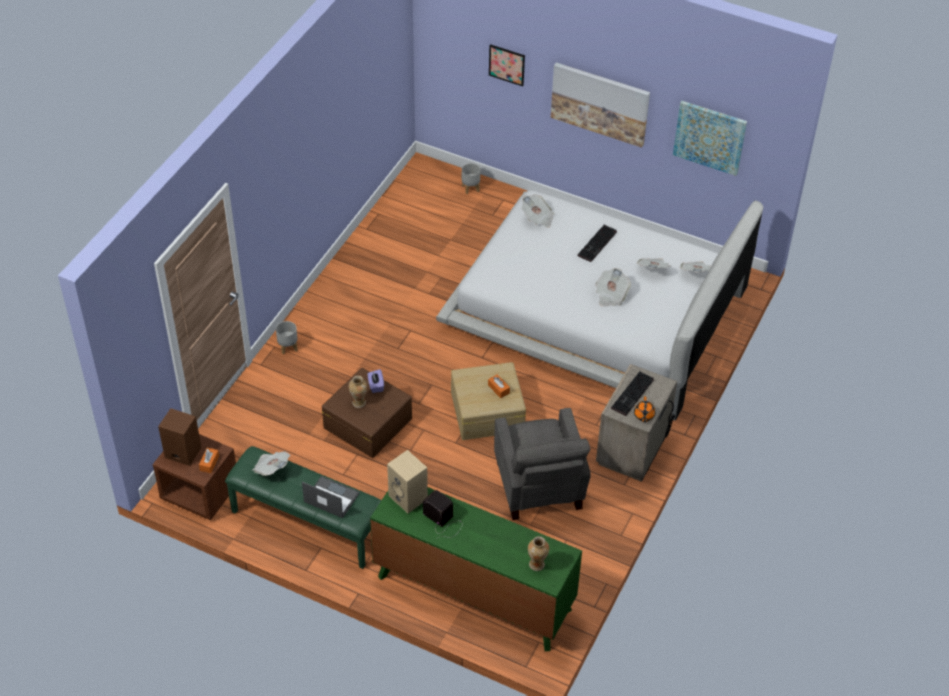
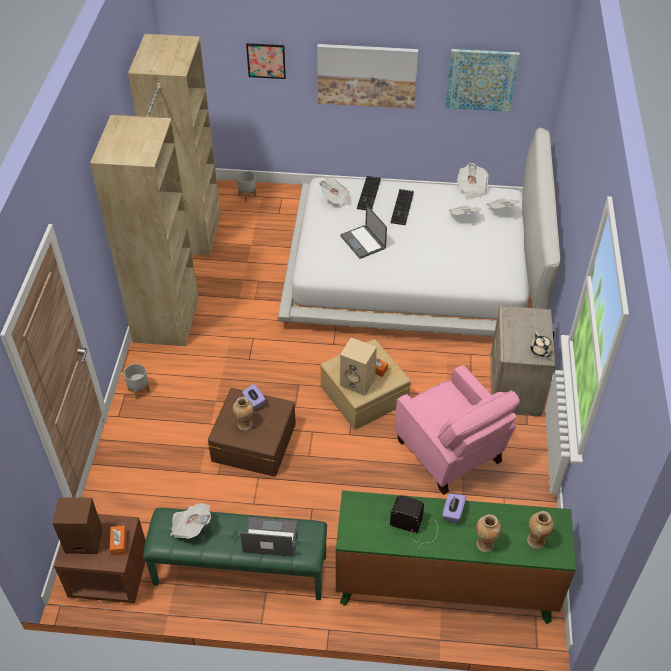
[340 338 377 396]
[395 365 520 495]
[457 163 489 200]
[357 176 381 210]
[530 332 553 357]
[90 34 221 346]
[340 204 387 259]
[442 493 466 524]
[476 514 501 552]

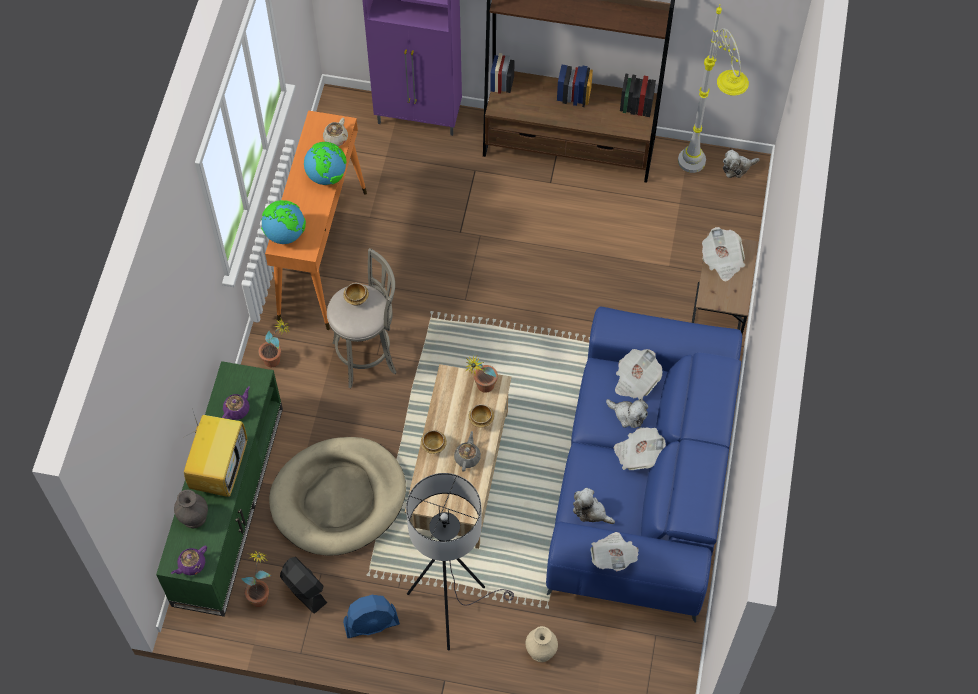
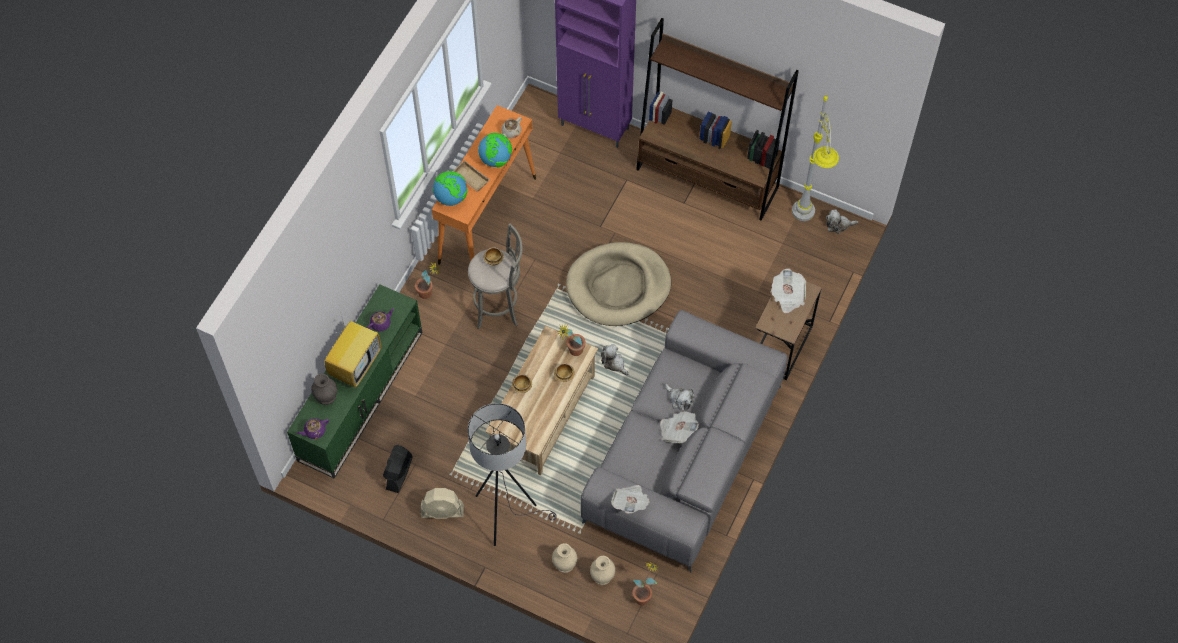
[632 561 659 605]
[566 242 671 326]
[383 445 413 493]
[421 488 464 519]
[454 431 481 472] (first image)
[580 310 787 573]
[601 344 628 376]
[615 349 662 399] (first image)
[453 160 490 192]
[590 556 615 585]

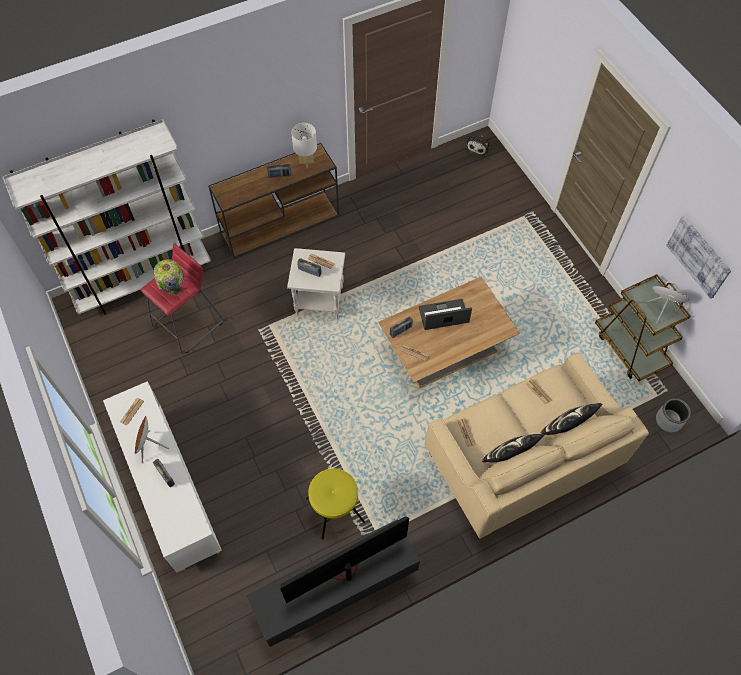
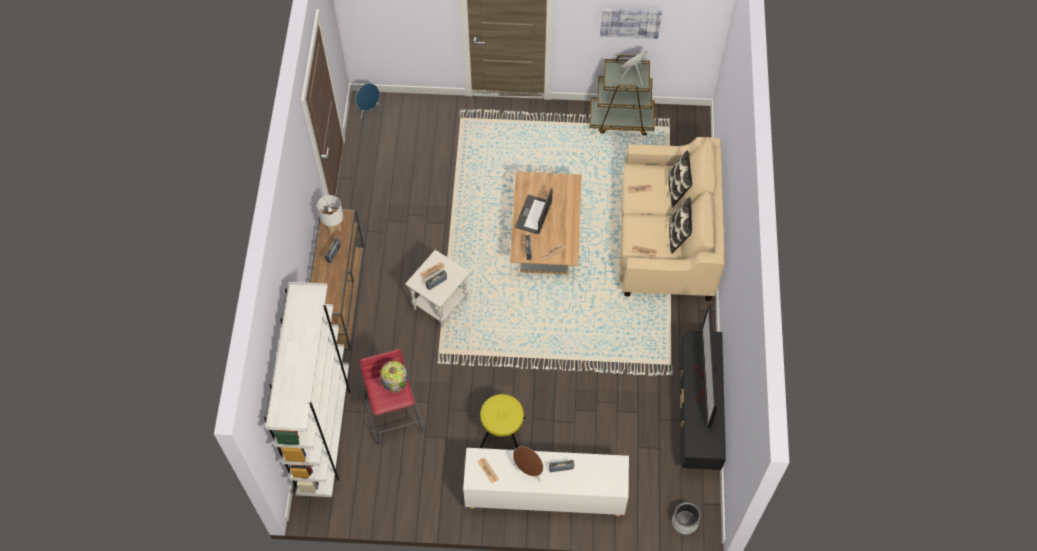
[480 394 526 448]
[355 83 380 119]
[672 502 701 534]

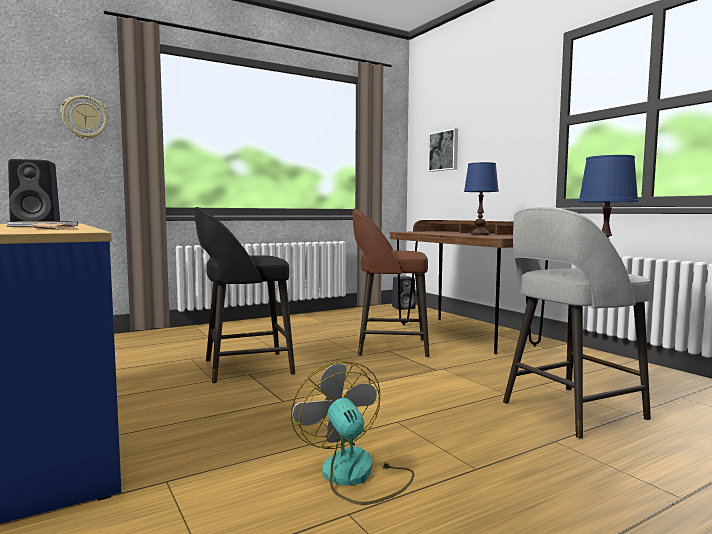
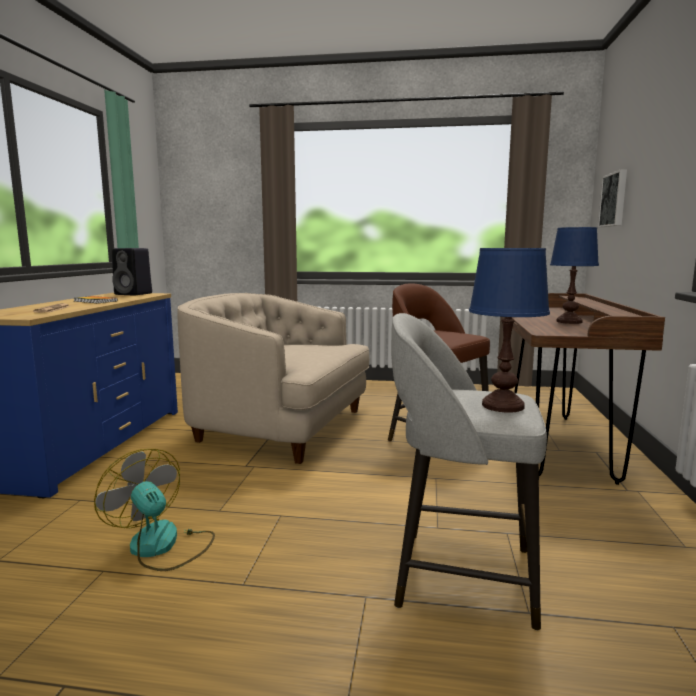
[61 96 109 140] (first image)
[177 293 369 464]
[94 449 215 571]
[392 276 415 310] (first image)

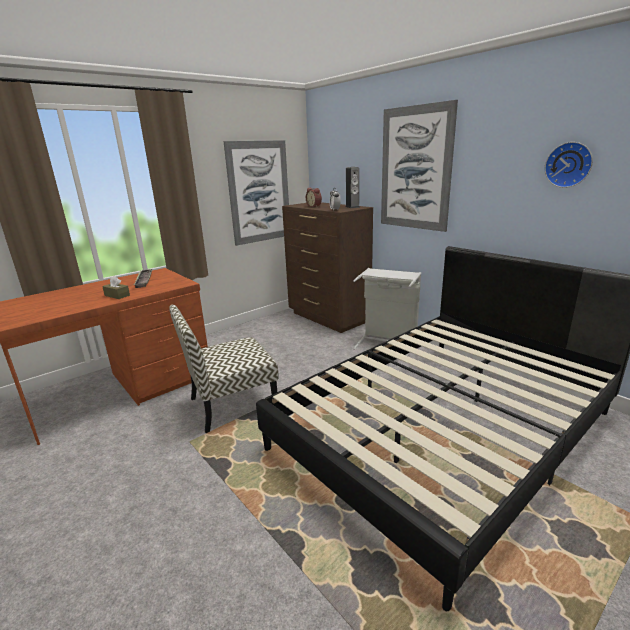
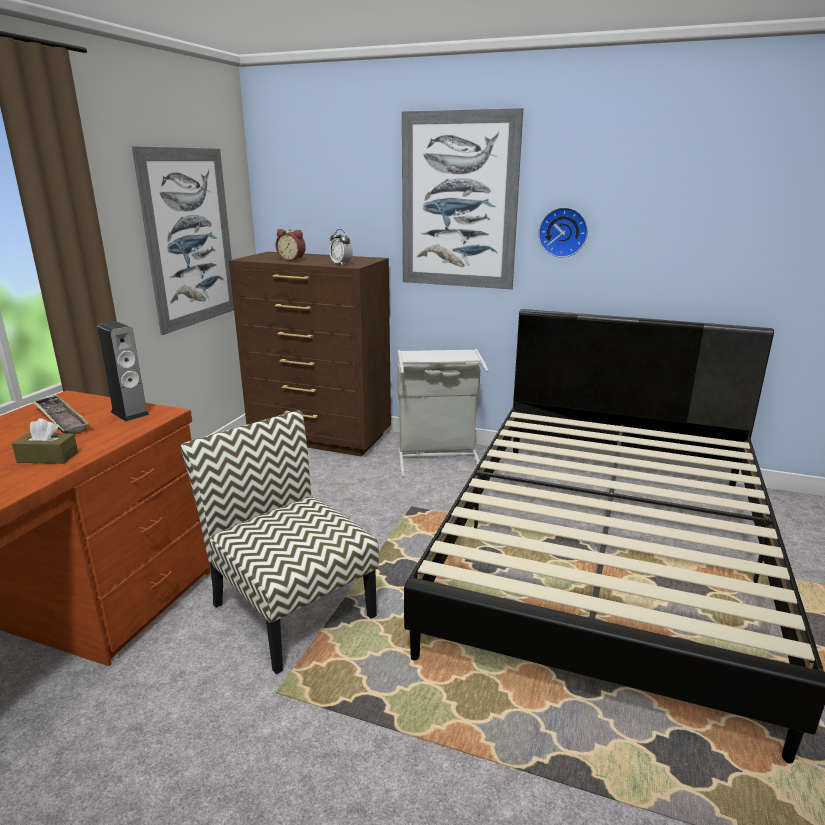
[180 411 379 674]
[97 321 150 421]
[538 207 588 258]

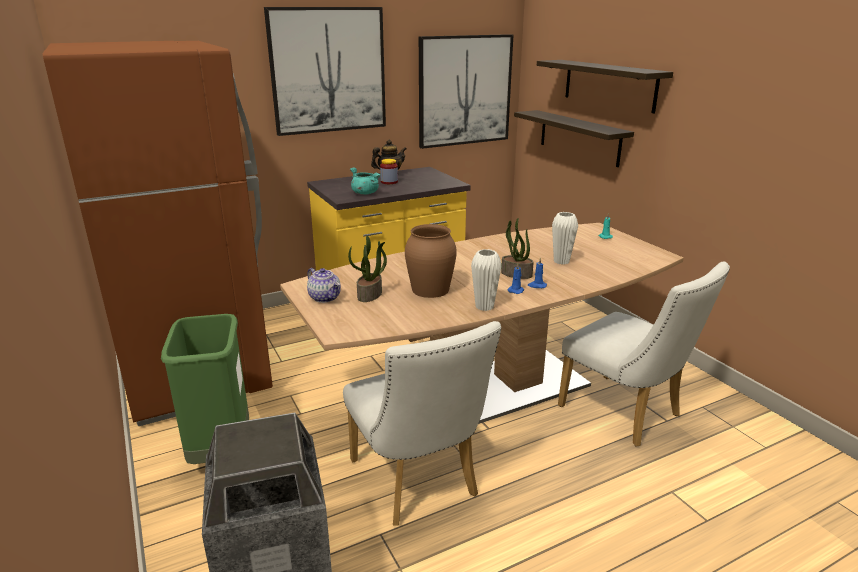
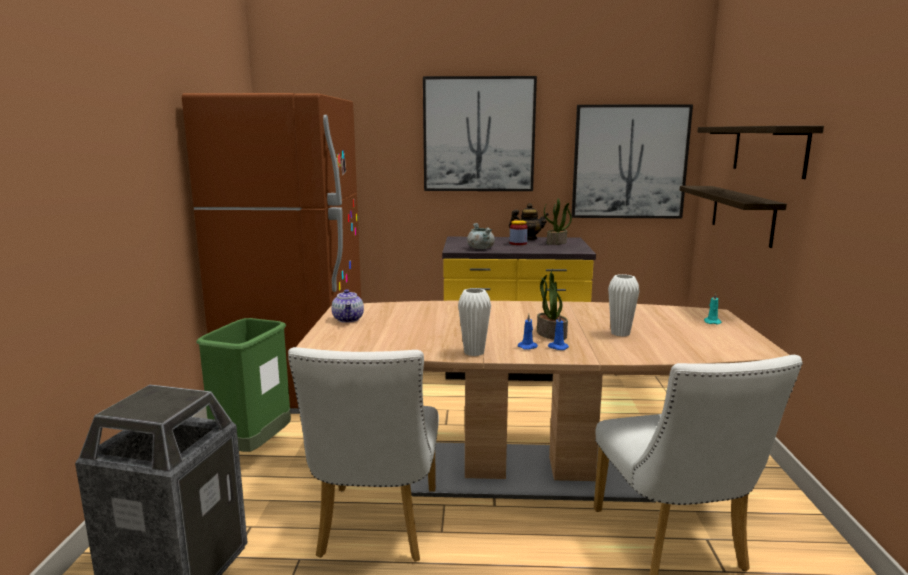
[544 198 572 245]
[467 223 495 249]
[405 224 457 298] (first image)

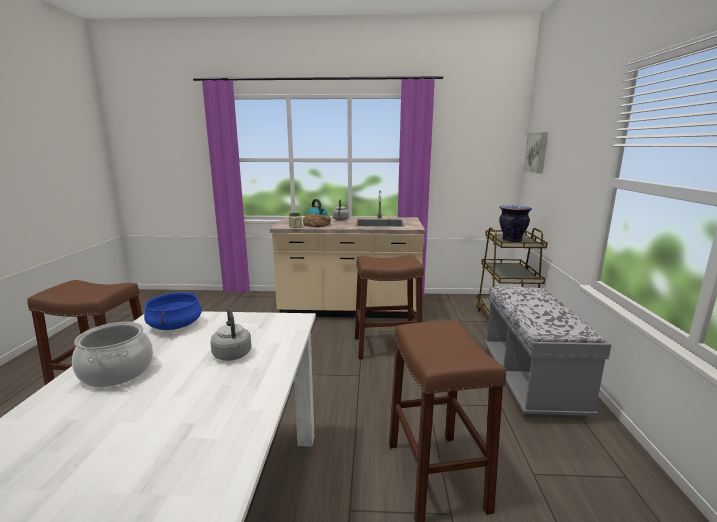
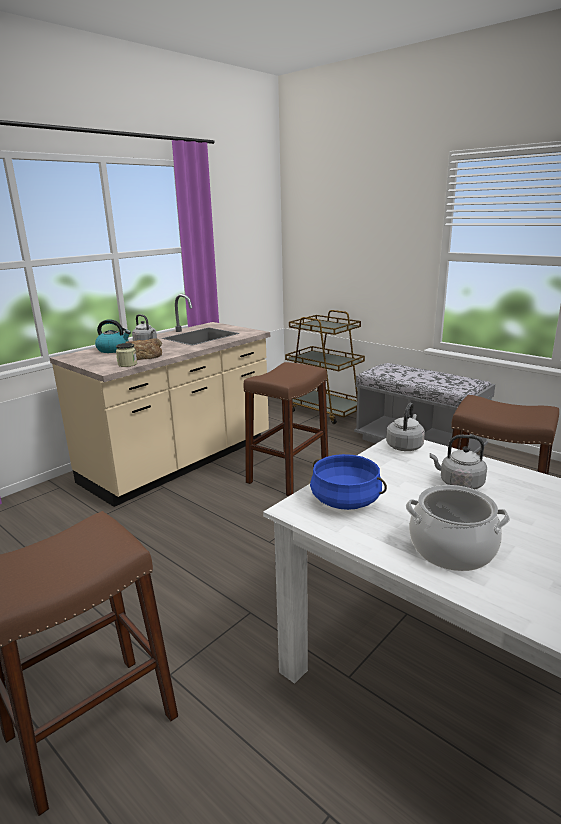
[499 205 532 242] (first image)
[524 133 548 174] (first image)
[386 403 425 451]

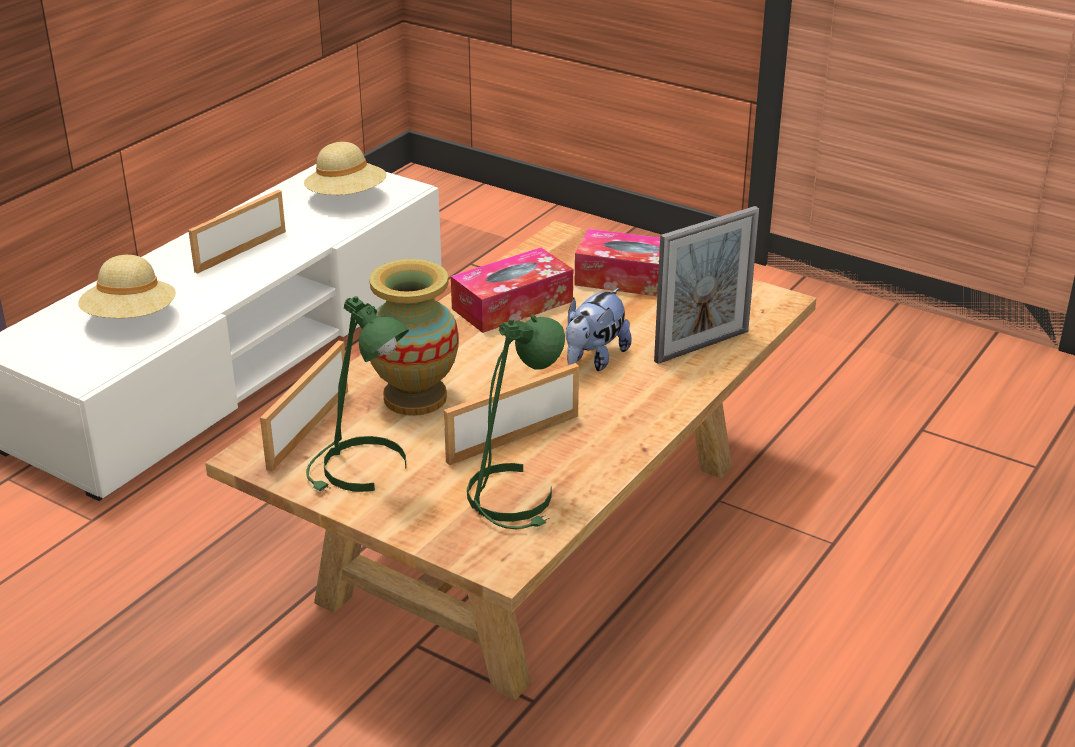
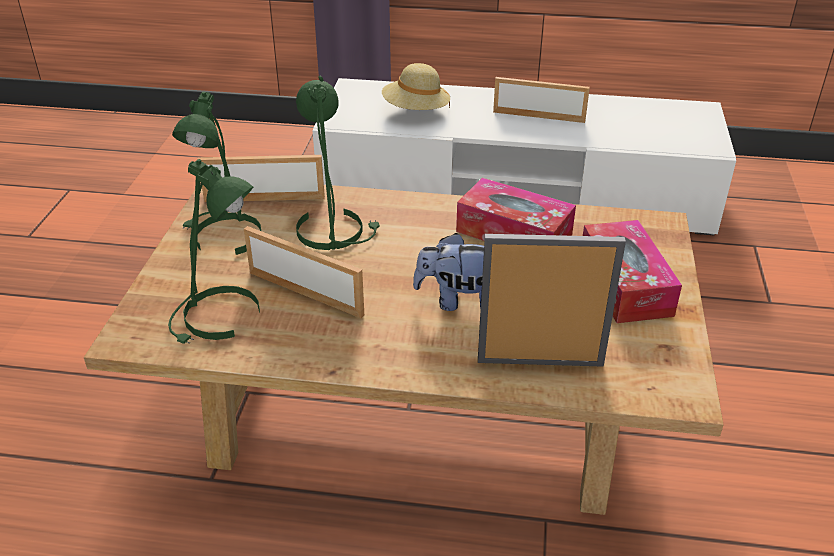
[304 142 387 195] (first image)
[296 76 380 250]
[478 234 626 367]

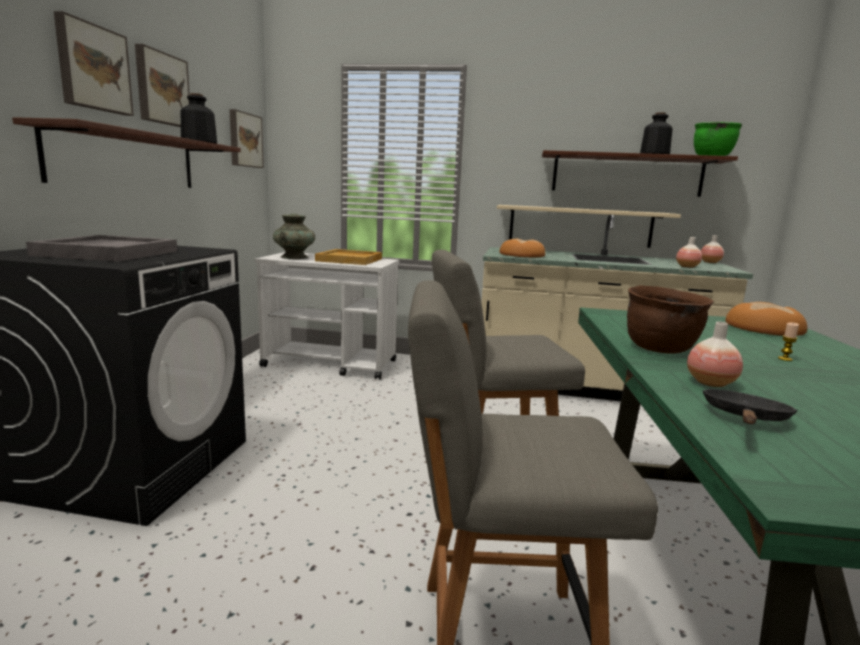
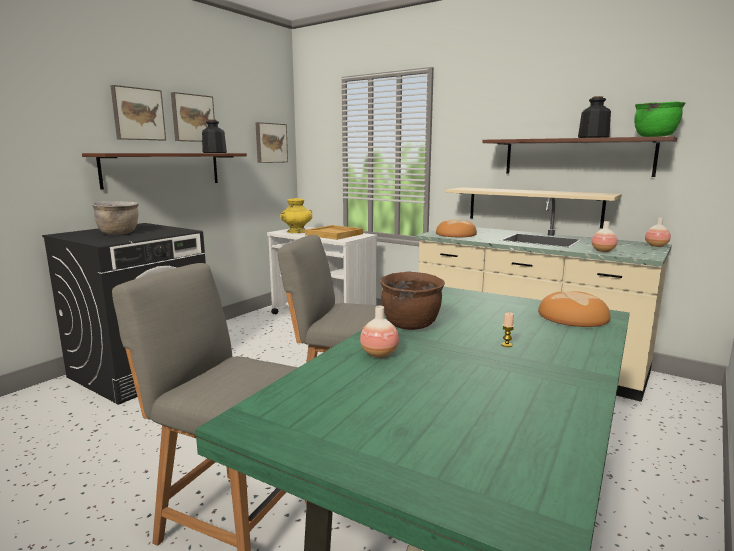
[92 201 139 235]
[280 198 312 233]
[703 389 798 424] (first image)

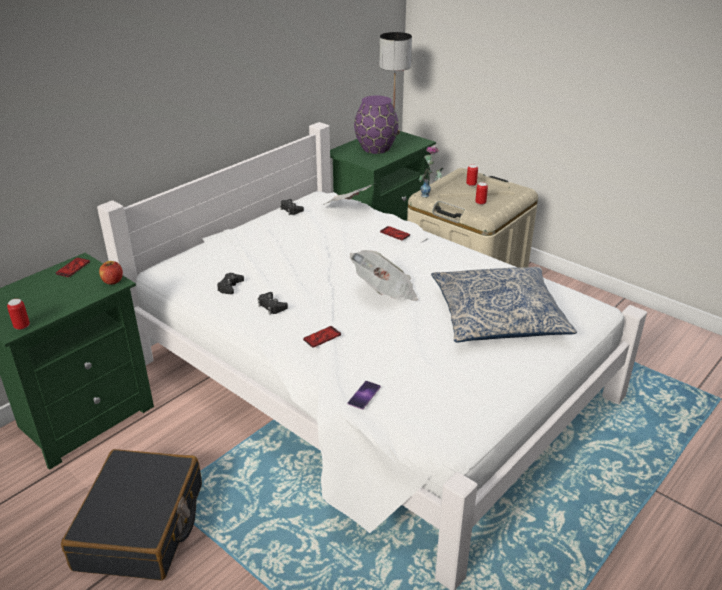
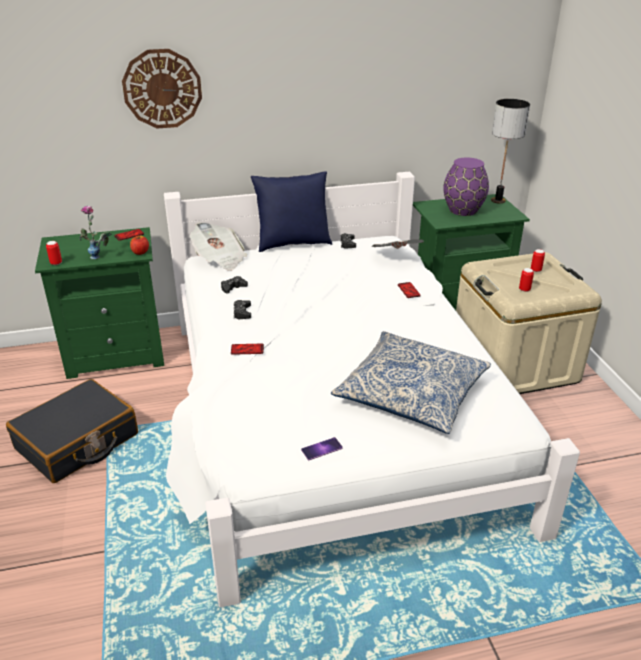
[301 437 343 460]
[189 222 247 271]
[80 206 112 260]
[122 49 202 129]
[251 171 332 252]

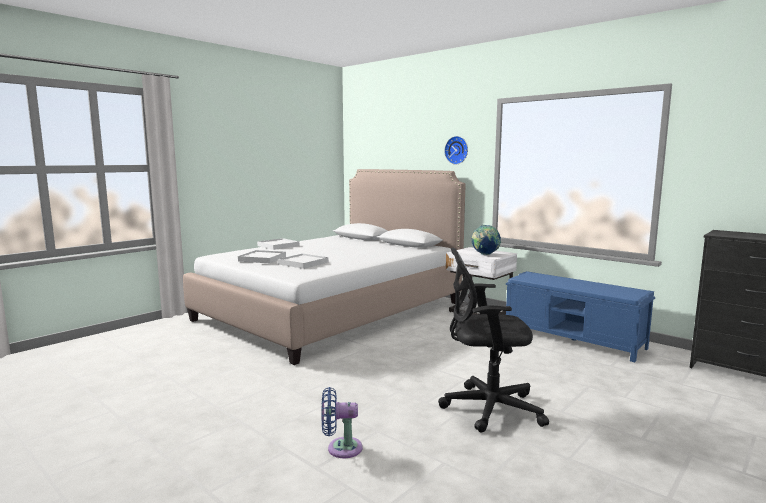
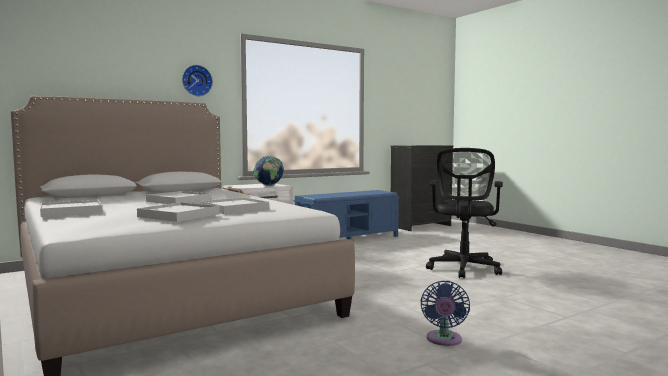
[421 281 470 346]
[146 191 211 204]

